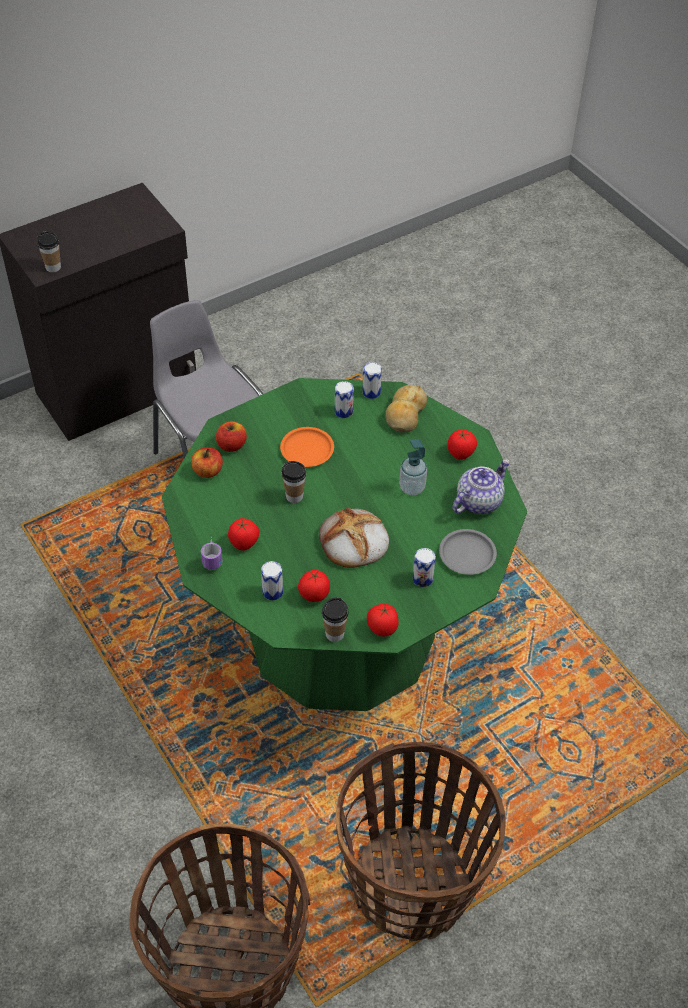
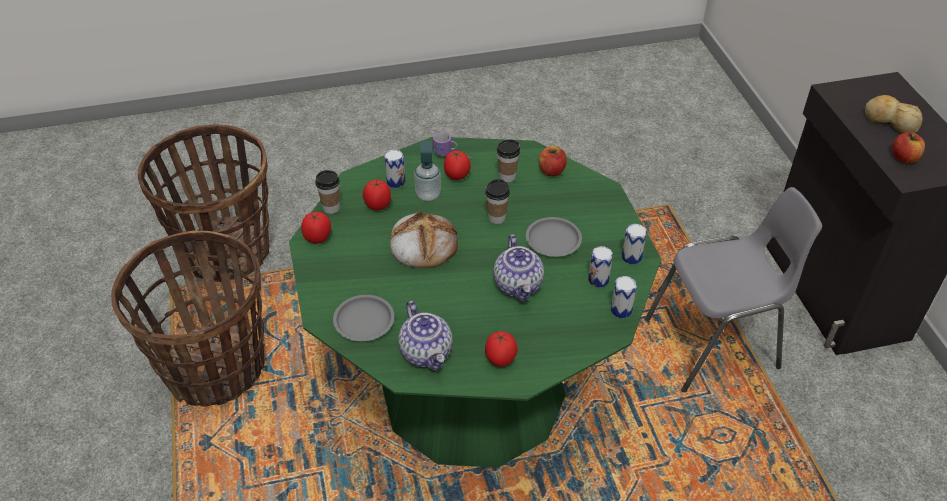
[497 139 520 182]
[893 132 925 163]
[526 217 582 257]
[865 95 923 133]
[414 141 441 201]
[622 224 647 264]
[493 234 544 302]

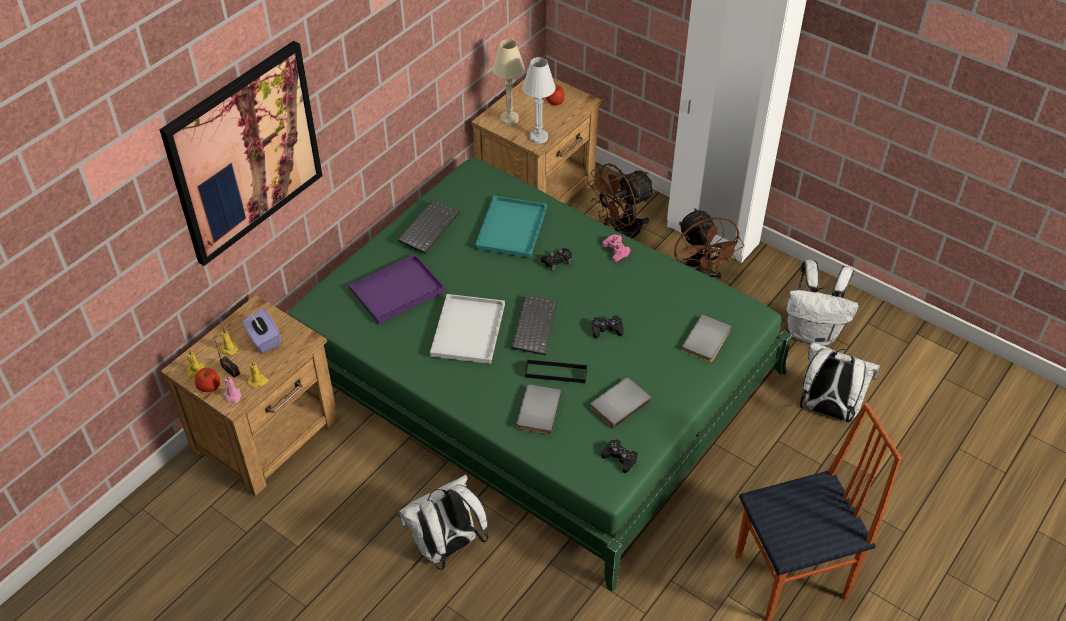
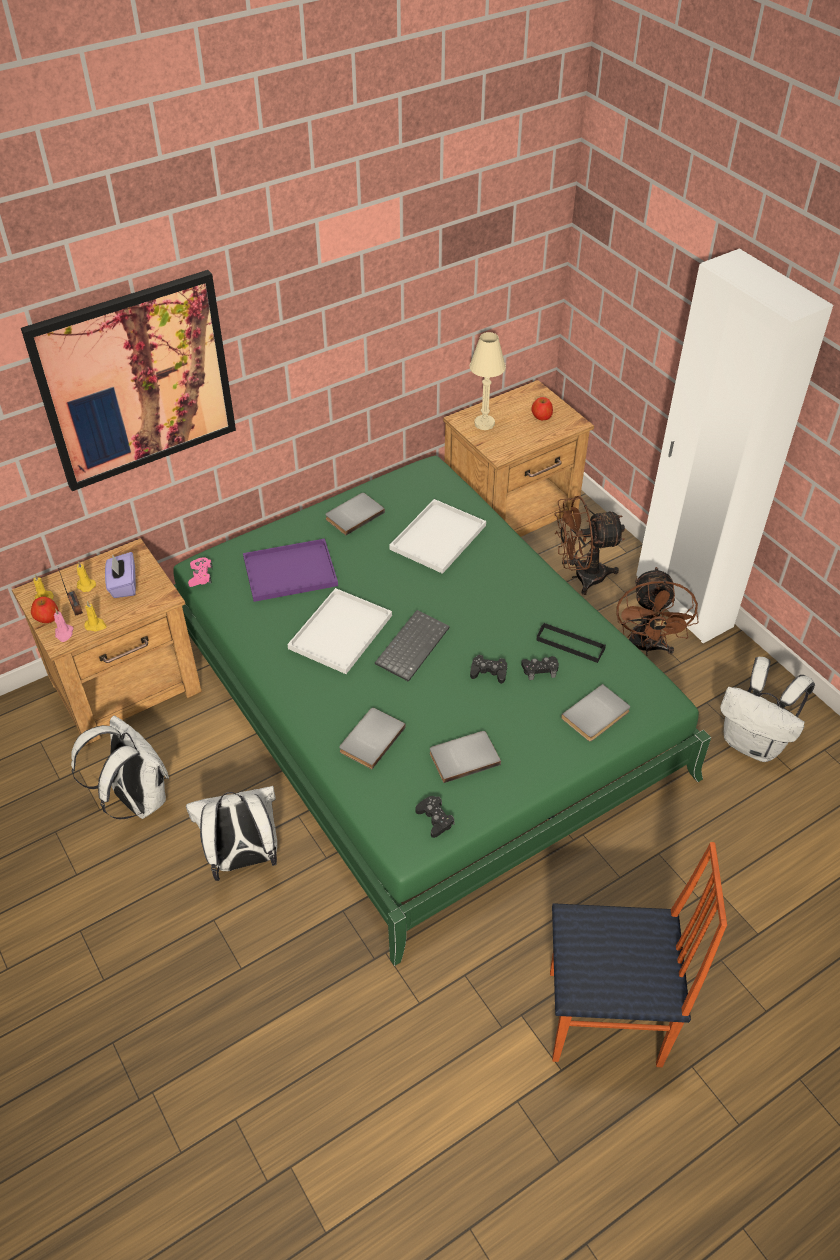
[325 493 385 535]
[389 499 486 574]
[522 57 556 144] (first image)
[536 623 606 663]
[521 656 559 680]
[188 557 213 587]
[71 716 169 819]

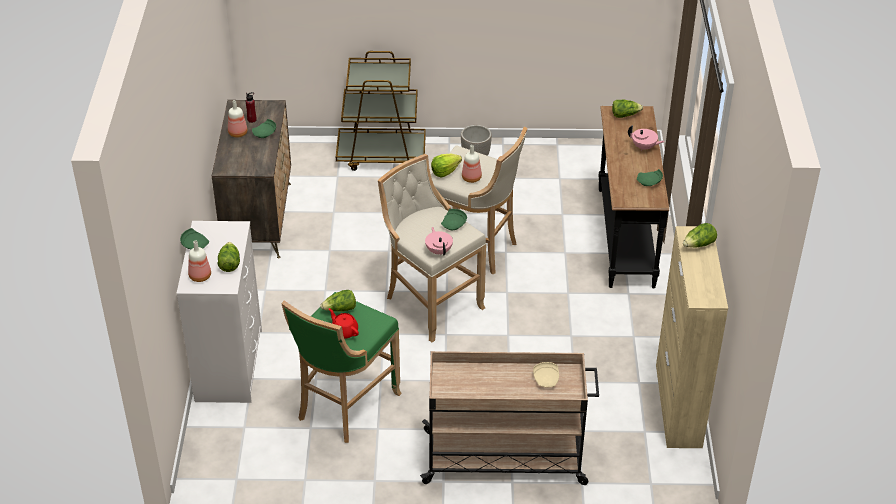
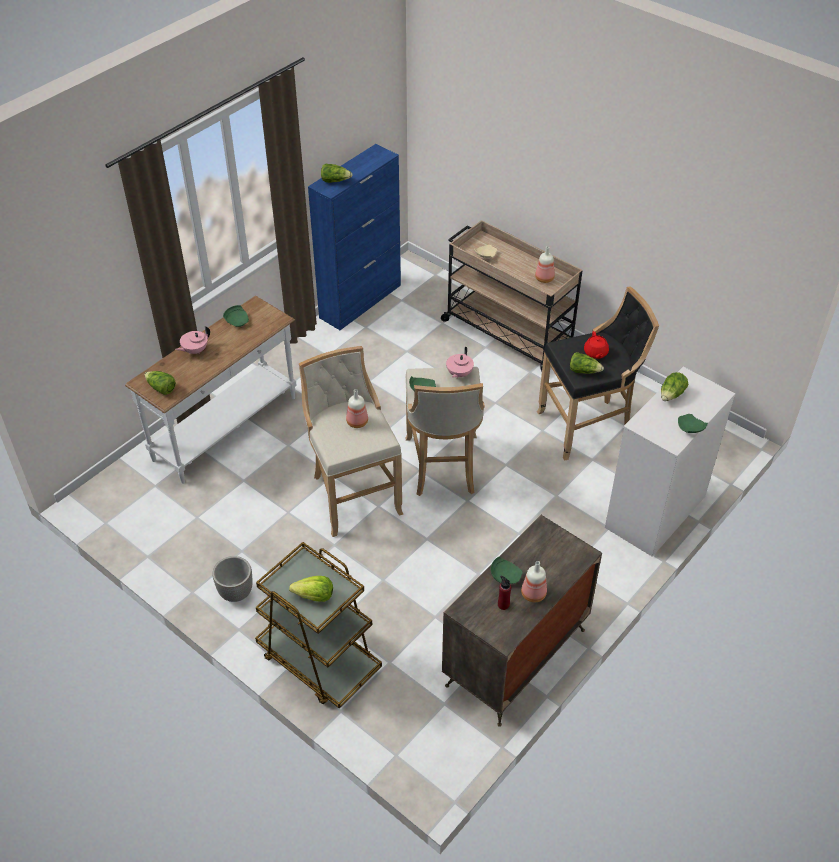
[535 246 555 283]
[537 286 659 461]
[289 576 333 602]
[125 296 296 484]
[175 326 210 354]
[308 144 401 330]

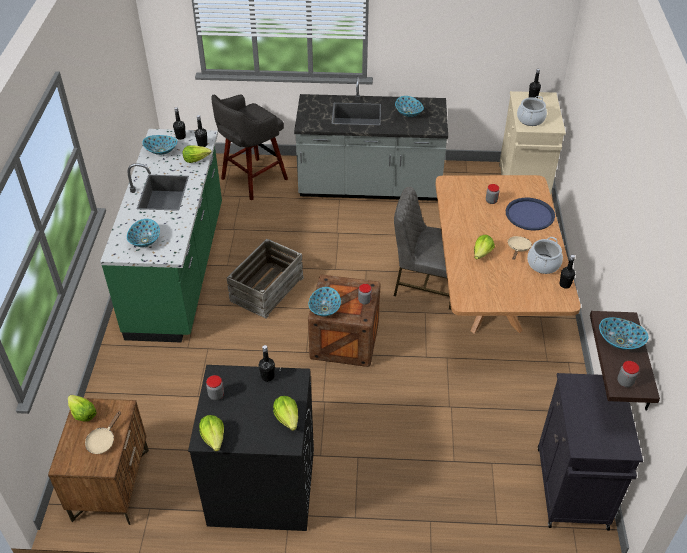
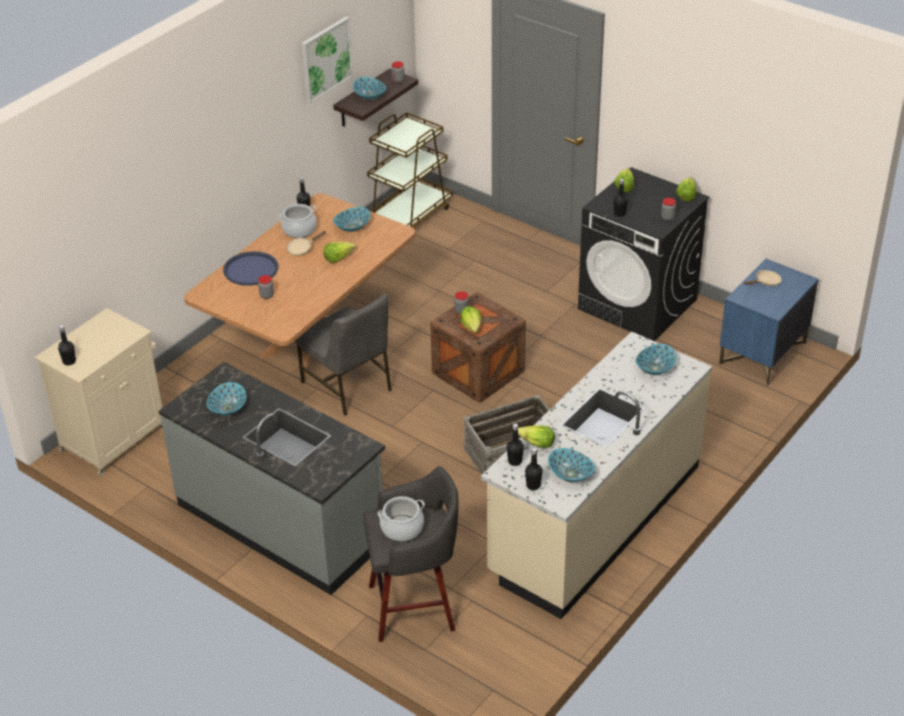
[719 259 818 385]
[460 306 481 333]
[481 331 712 619]
[333 207 370 232]
[378 496 425 541]
[367 112 453 229]
[302 17 353 104]

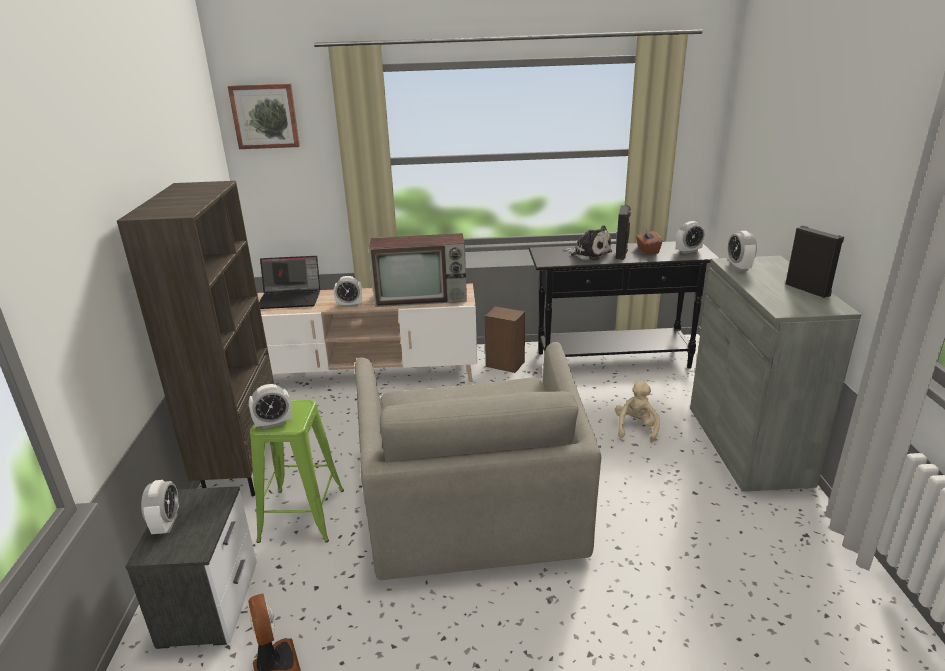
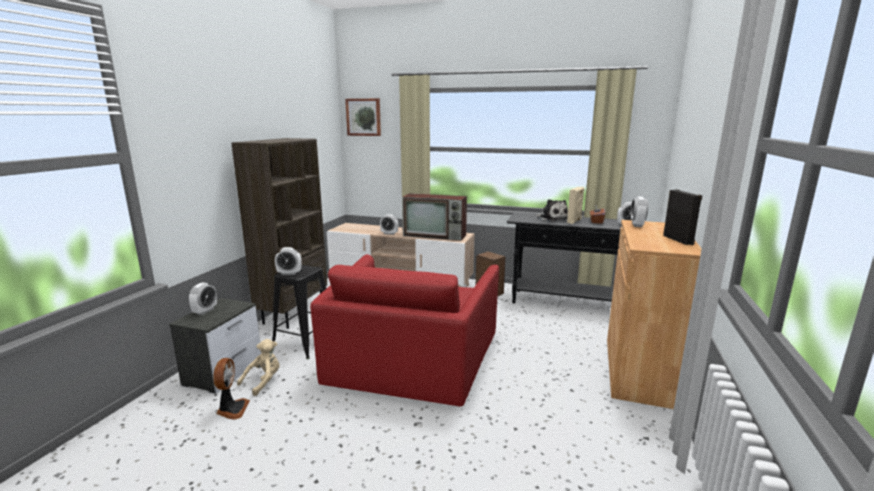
[272 265 327 359]
[259 256 320 309] (first image)
[310 254 499 407]
[567 187 585 224]
[237 339 280 396]
[607 220 702 409]

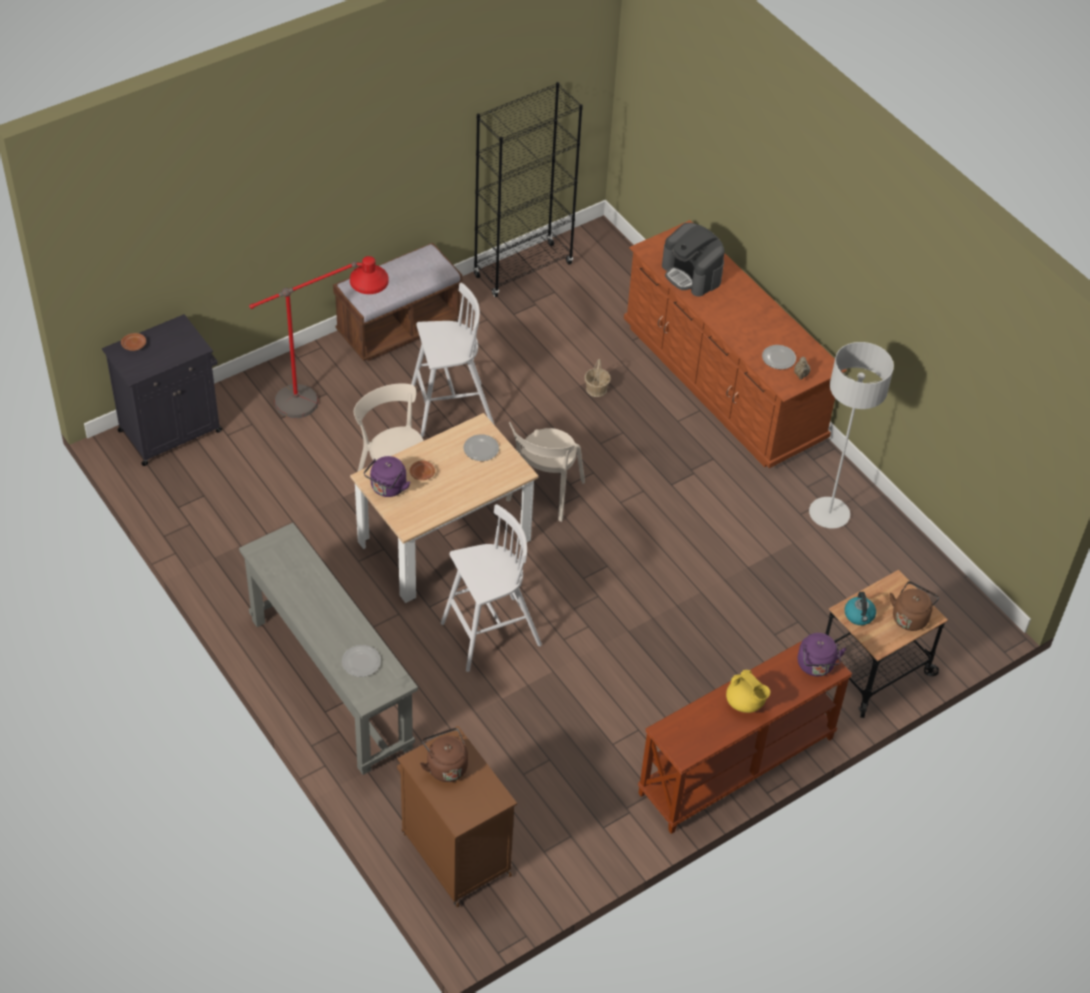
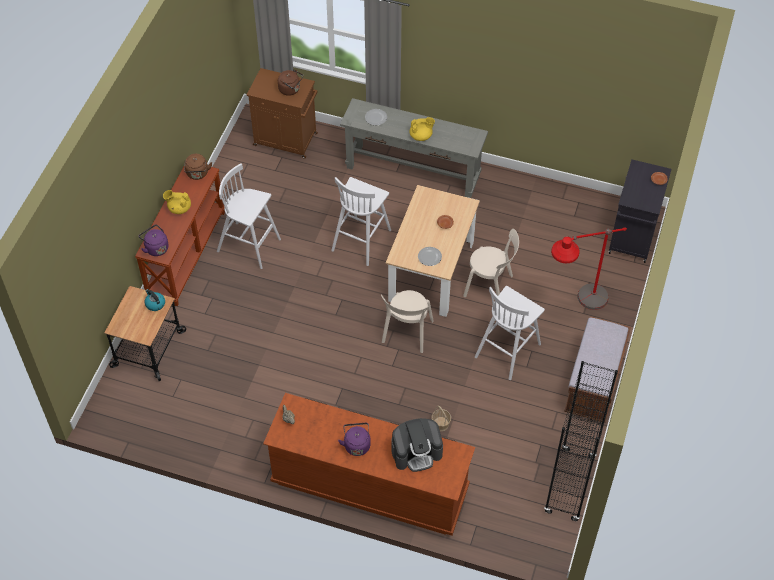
[338 423 371 456]
[381 290 434 353]
[391 418 443 472]
[762 345 796 369] (first image)
[809 342 894 528] (first image)
[184 154 212 180]
[217 163 281 269]
[409 117 435 141]

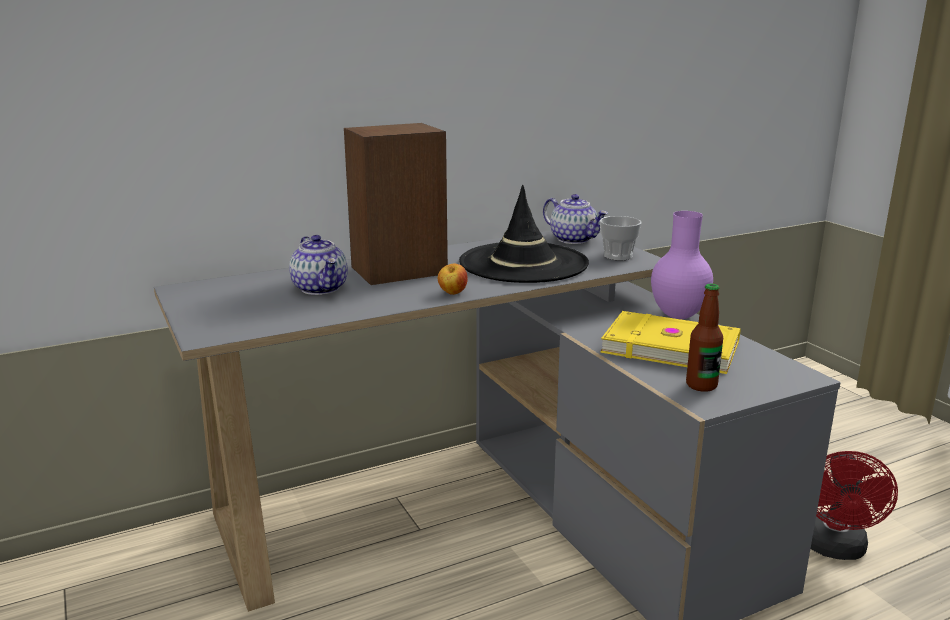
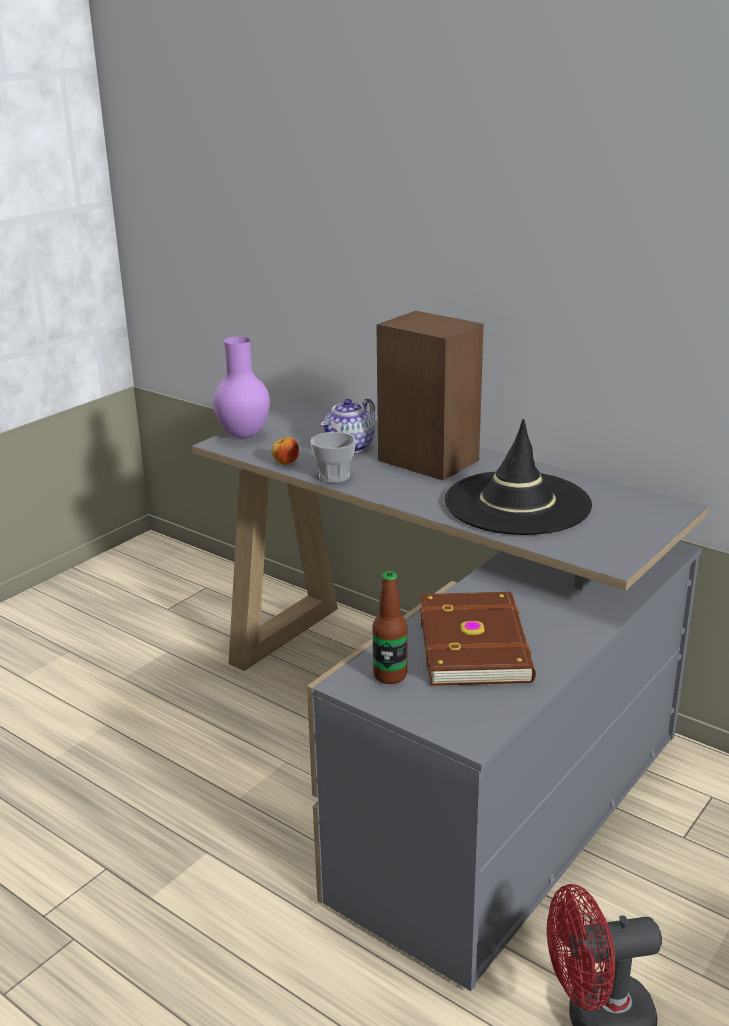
[272 437 299 465]
[543 194 608 244] (first image)
[310 432 356 483]
[420 592 536 686]
[213 336 270 439]

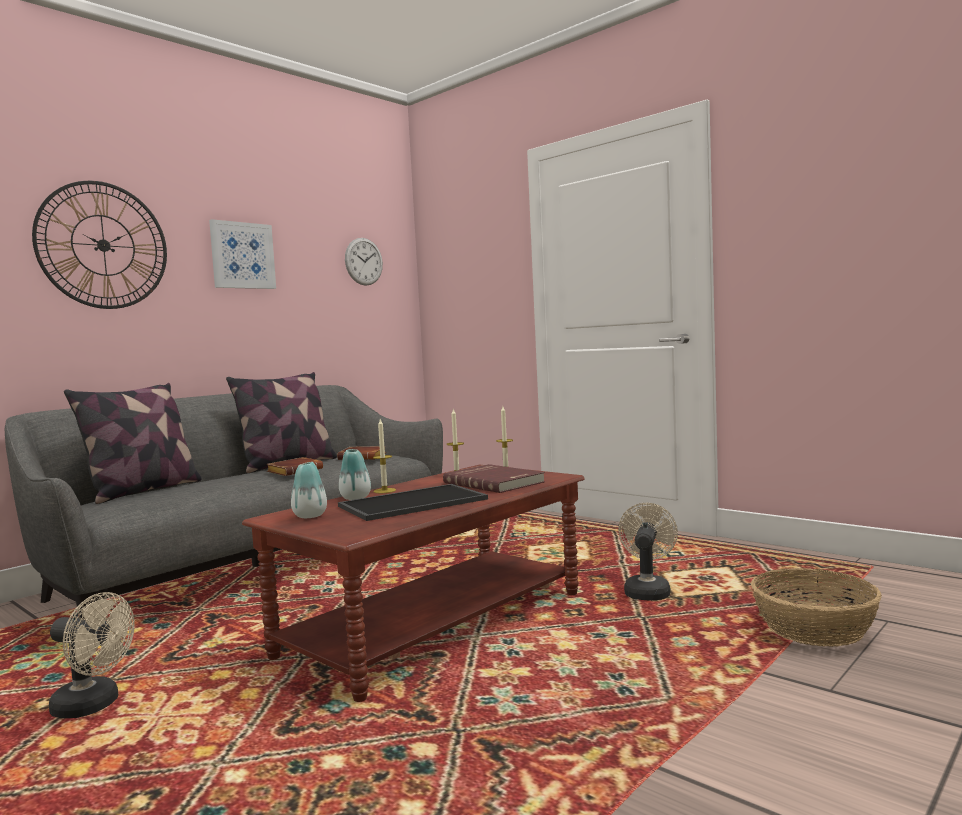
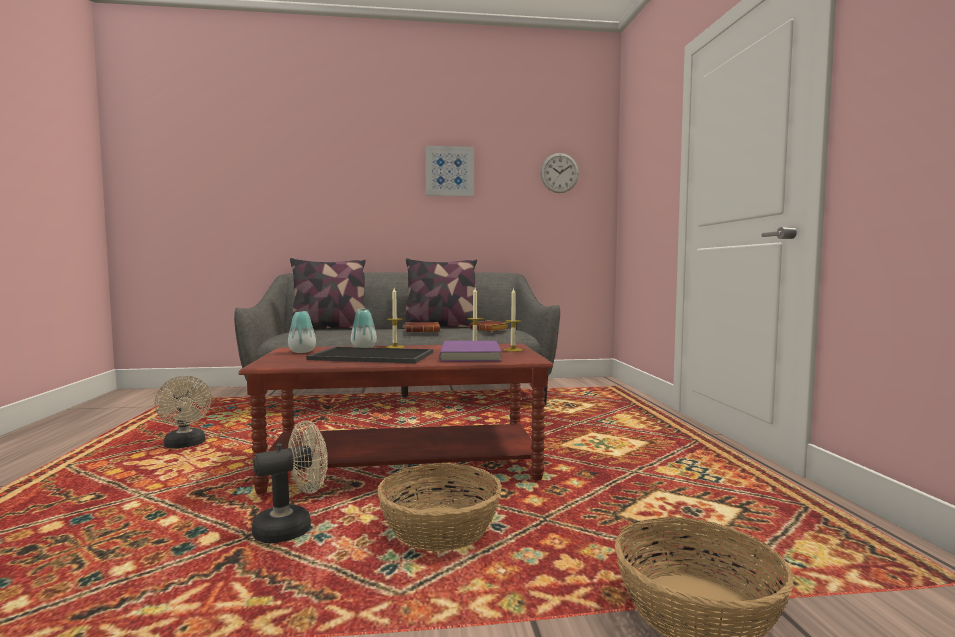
[32 181 167 309] (first image)
[439 341 501 362]
[252 420 328 543]
[377 463 502 551]

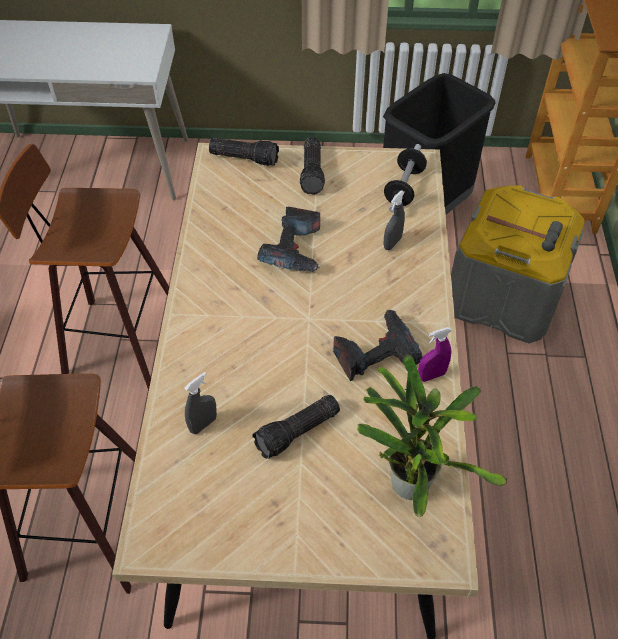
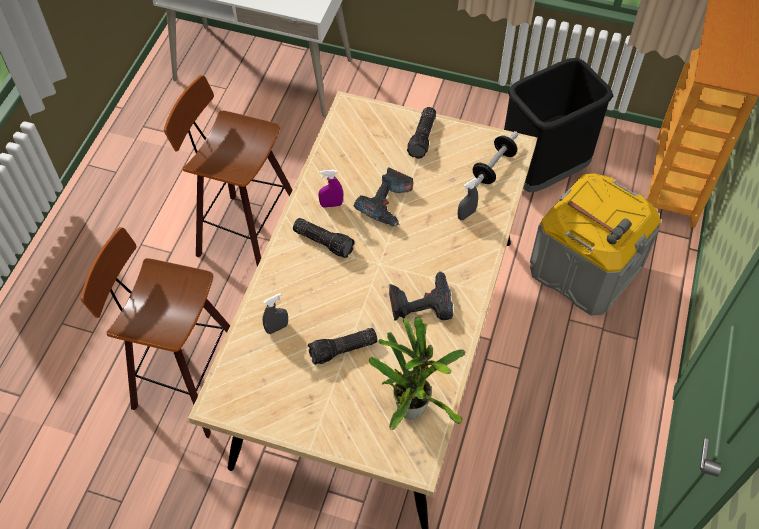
[293 218 355 258]
[318 170 343 208]

